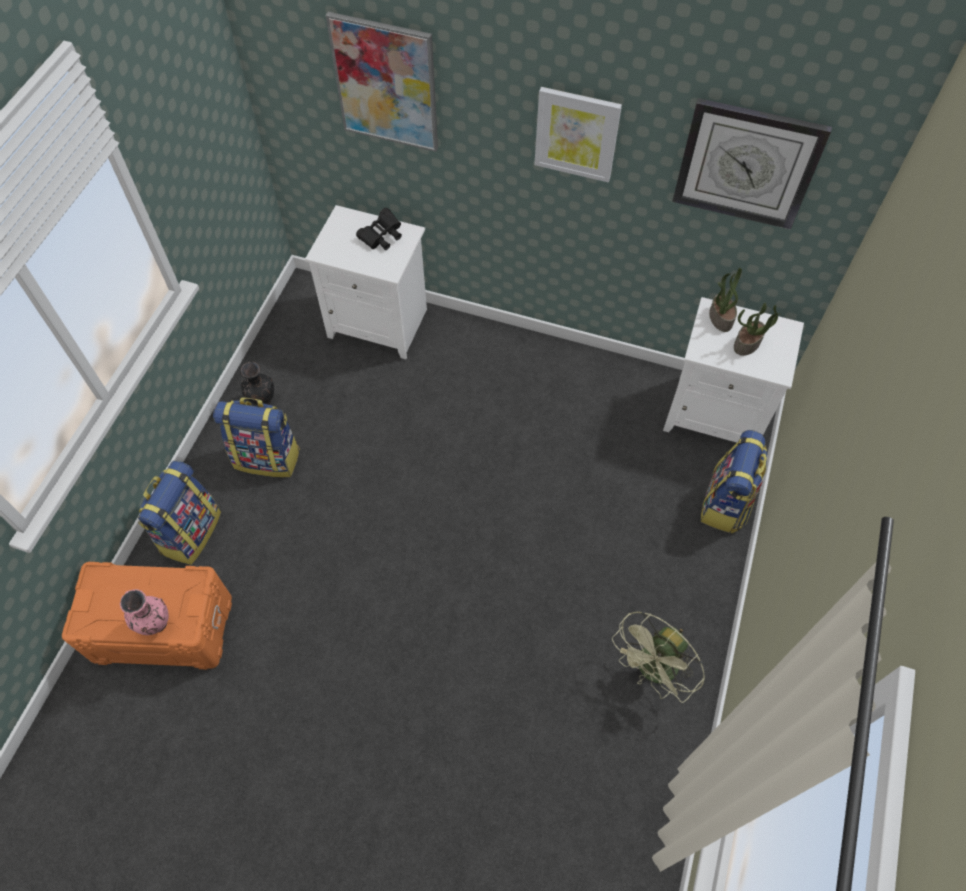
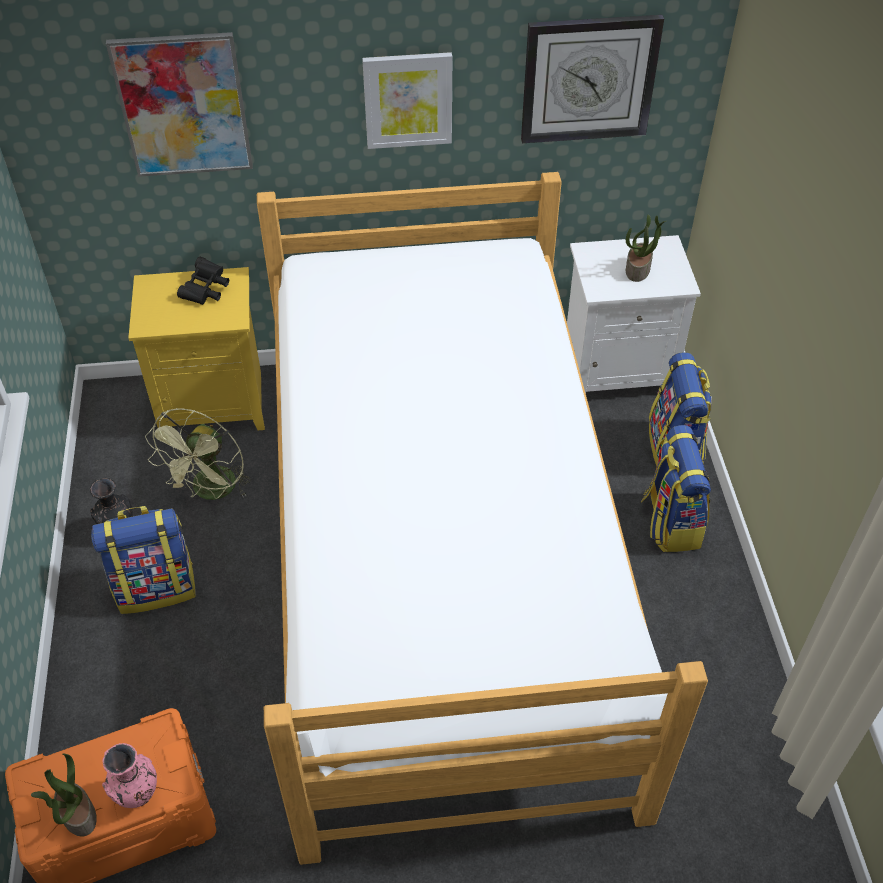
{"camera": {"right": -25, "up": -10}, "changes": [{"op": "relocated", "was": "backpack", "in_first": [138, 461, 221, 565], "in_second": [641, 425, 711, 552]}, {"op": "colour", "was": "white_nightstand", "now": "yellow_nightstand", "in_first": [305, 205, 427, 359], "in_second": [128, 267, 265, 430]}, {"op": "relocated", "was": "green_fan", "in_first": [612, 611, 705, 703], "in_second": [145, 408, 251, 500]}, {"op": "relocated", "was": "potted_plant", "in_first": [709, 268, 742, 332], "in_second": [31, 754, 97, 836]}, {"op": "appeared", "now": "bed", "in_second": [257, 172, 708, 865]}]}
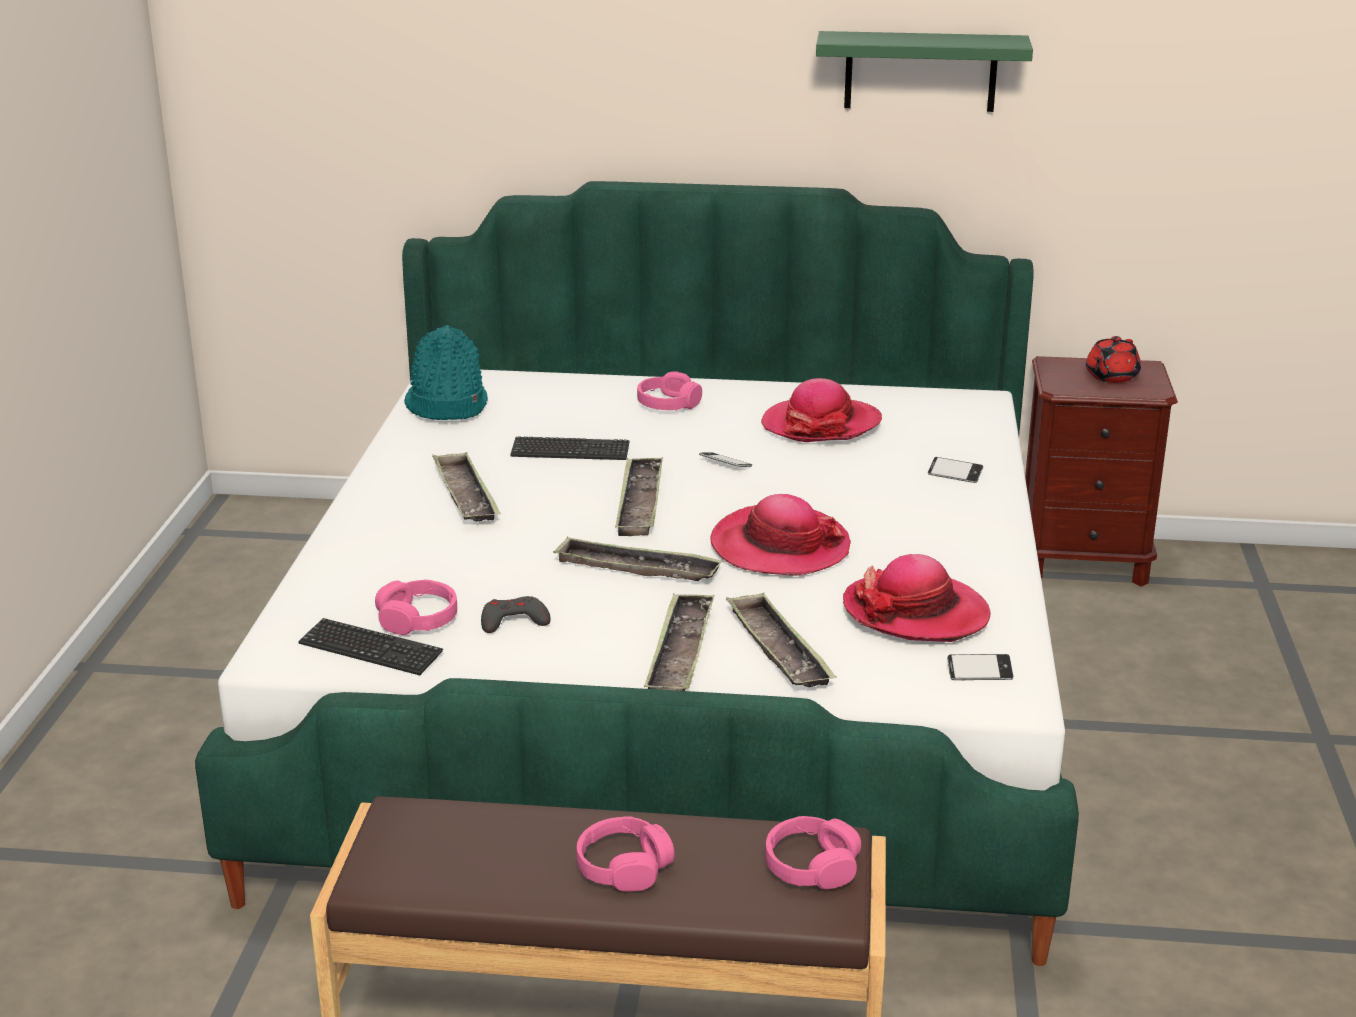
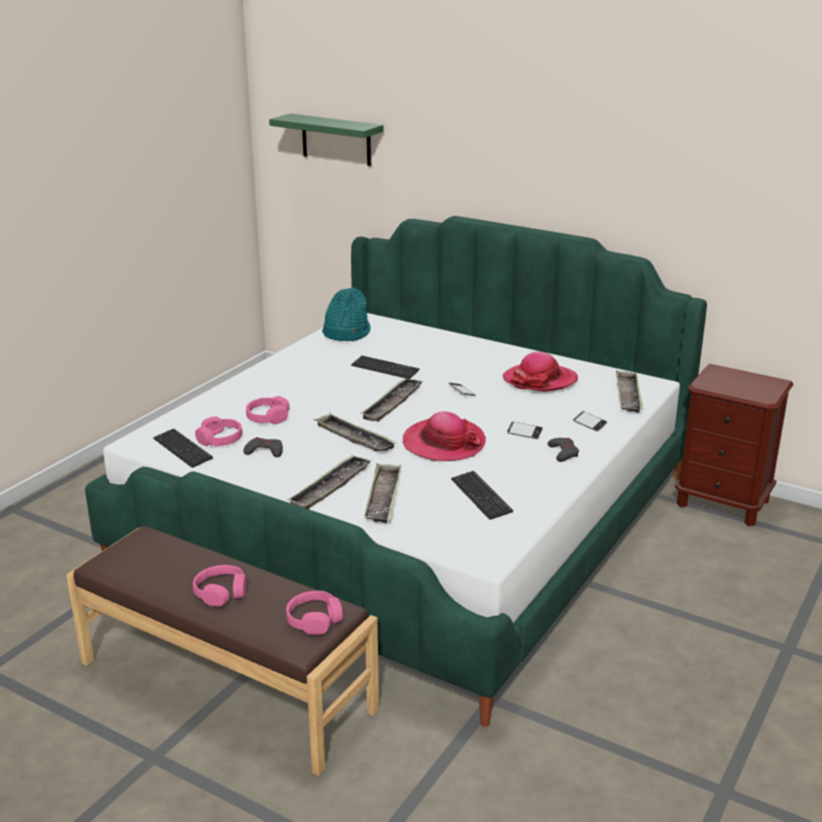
{"camera": {"right": 25, "up": 0}, "changes": [{"op": "relocated", "was": "tray", "in_first": [432, 452, 501, 522], "in_second": [616, 371, 643, 413]}, {"op": "relocated", "was": "pink_headphones", "in_first": [637, 372, 702, 411], "in_second": [246, 396, 290, 424]}, {"op": "relocated", "was": "green_shelf", "in_first": [816, 31, 1033, 112], "in_second": [269, 113, 384, 166]}, {"op": "exchanged", "was": "hat", "now": "keyboard", "in_first": [843, 554, 991, 642], "in_second": [451, 471, 513, 520]}, {"op": "relocated", "was": "phone", "in_first": [947, 654, 1014, 680], "in_second": [507, 422, 543, 439]}, {"op": "missing", "was": "red_teapot", "in_first": [1086, 336, 1141, 383]}, {"op": "appeared", "now": "grey_game_controller", "in_second": [548, 438, 579, 462]}]}
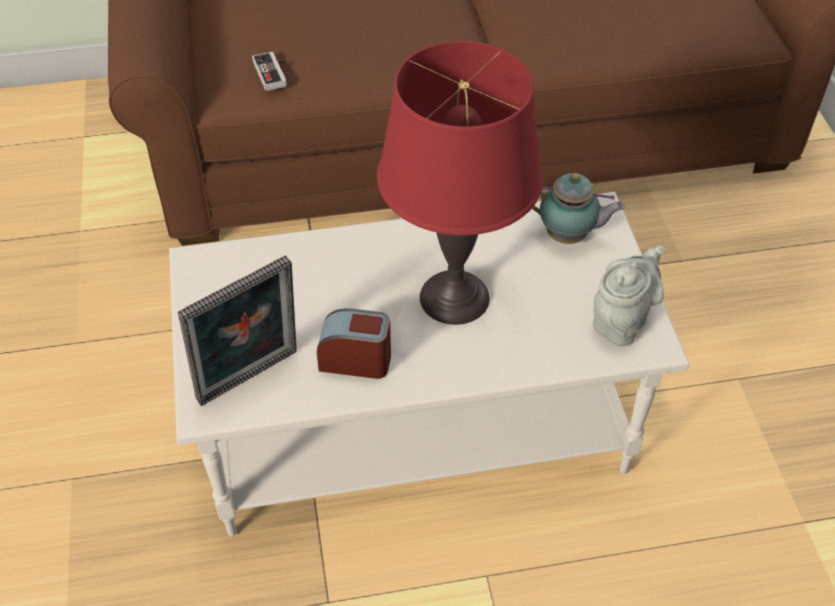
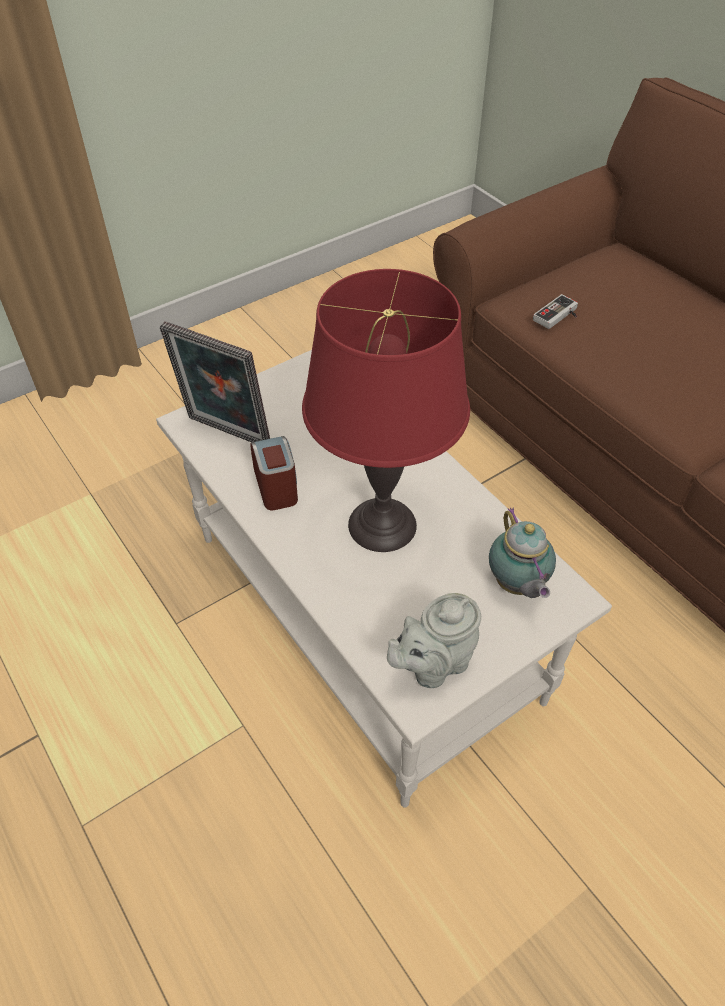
{"camera": {"right": 65, "up": 0}, "changes": [{"op": "spun", "was": "grey_teapot", "in_first": [593, 246, 665, 347], "in_second": [387, 593, 481, 688], "clockwise": 135}]}
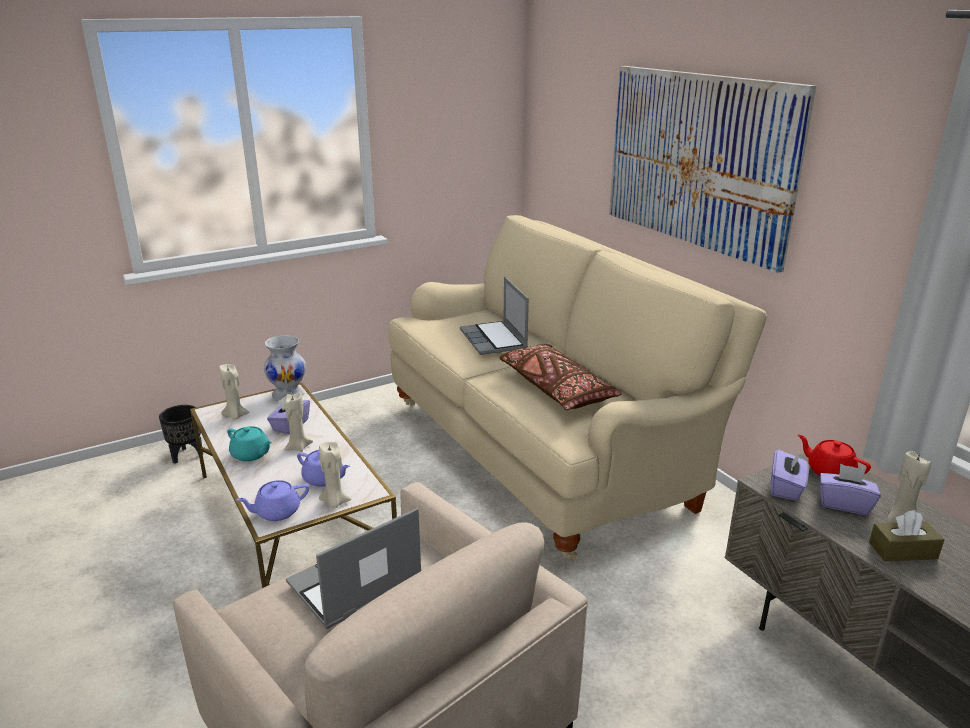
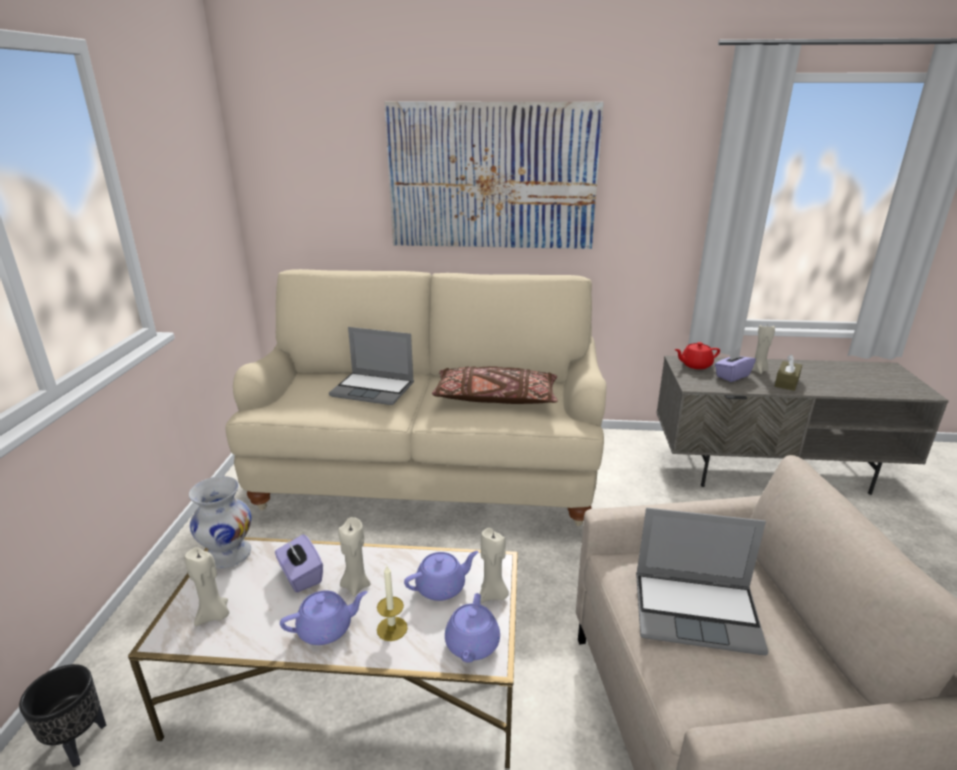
{"camera": {"right": -55, "up": 0}, "changes": [{"op": "colour", "was": "turquoise_teapot", "now": "purple_teapot", "in_first": [227, 426, 272, 461], "in_second": [280, 590, 367, 645]}, {"op": "spun", "was": "laptop", "in_first": [286, 508, 421, 629], "in_second": [636, 508, 768, 655], "clockwise": -75}, {"op": "missing", "was": "purple_tissue_box", "in_first": [771, 449, 809, 501]}, {"op": "appeared", "now": "candle", "in_second": [377, 566, 408, 641]}]}
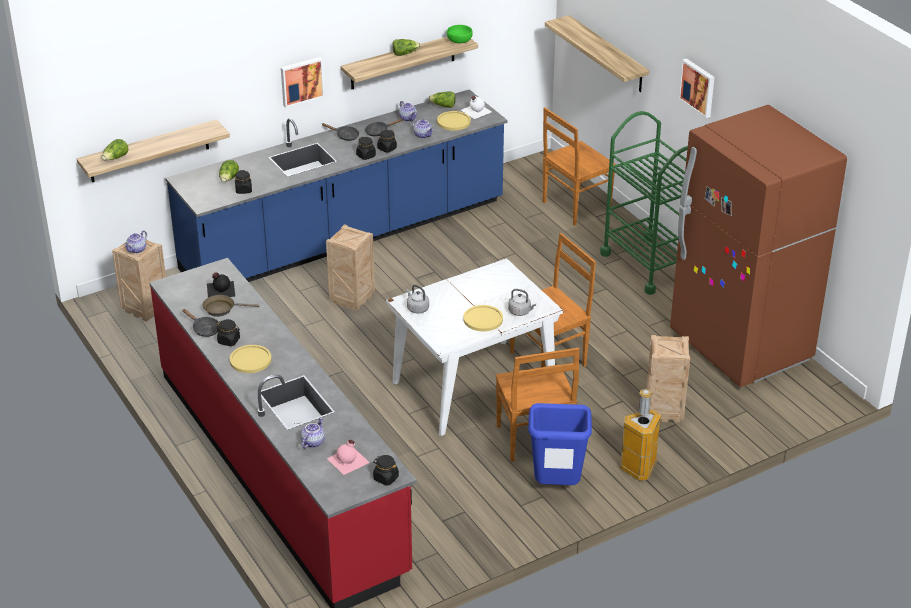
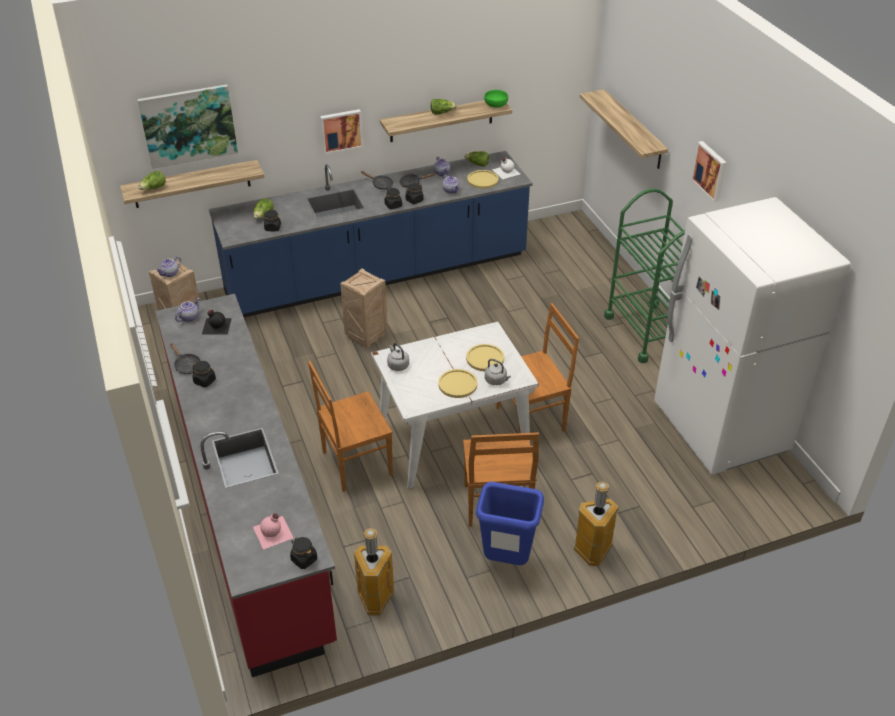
{"camera": {"right": 10, "up": 5}, "changes": [{"op": "missing", "was": "brown_frying_pan", "in_first": [202, 295, 259, 317]}, {"op": "relocated", "was": "yellow_plate", "in_first": [230, 345, 272, 373], "in_second": [466, 344, 504, 371]}, {"op": "relocated", "was": "teapot", "in_first": [301, 418, 325, 448], "in_second": [175, 298, 200, 322]}, {"op": "relocated", "was": "brown_chair", "in_first": [543, 107, 616, 226], "in_second": [308, 361, 393, 492]}, {"op": "missing", "was": "crate", "in_first": [646, 335, 690, 422]}, {"op": "colour", "was": "brown_fridge", "now": "white_fridge", "in_first": [670, 105, 847, 387], "in_second": [654, 197, 851, 475]}, {"op": "appeared", "now": "picture", "in_second": [137, 84, 238, 169]}, {"op": "appeared", "now": "trash_can", "in_second": [354, 528, 394, 615]}]}
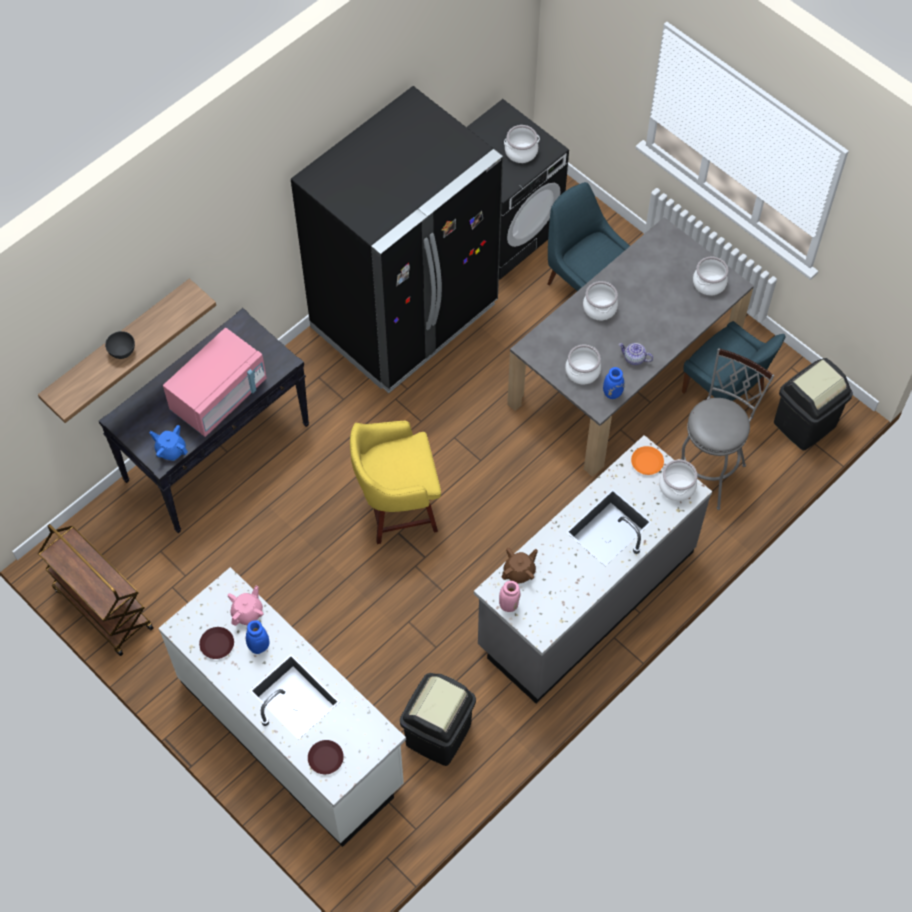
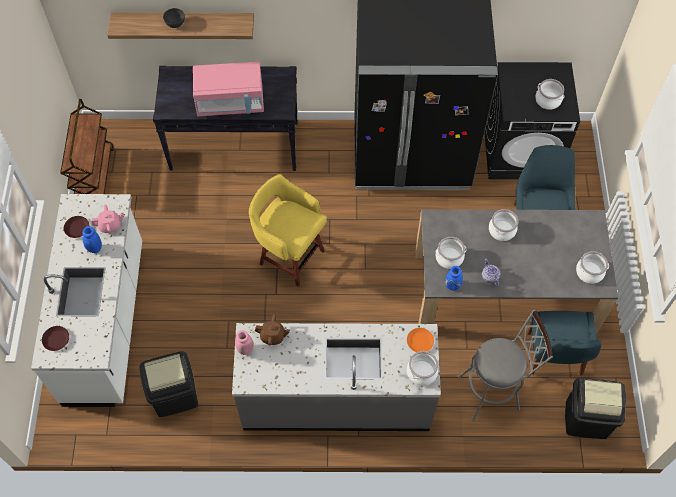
{"camera": {"right": 45, "up": 0}, "changes": [{"op": "missing", "was": "blue_teapot", "in_first": [149, 425, 188, 461]}]}
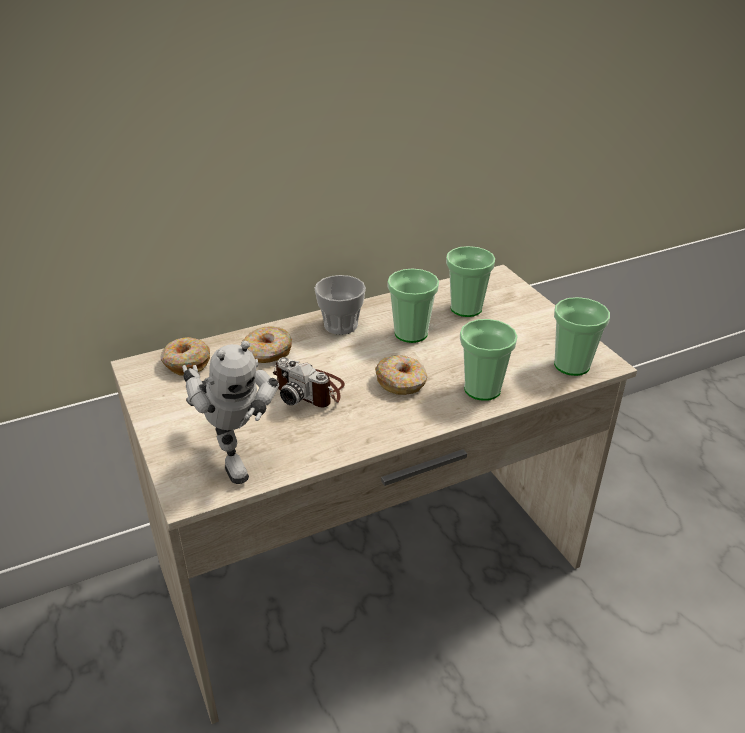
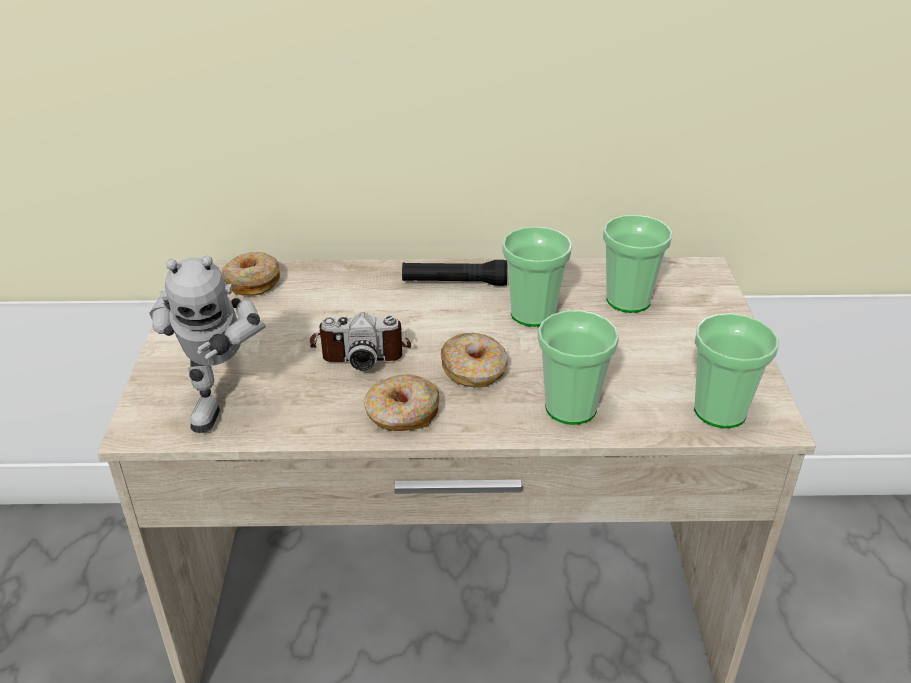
{"camera": {"right": 25, "up": 0}, "changes": [{"op": "relocated", "was": "donut", "in_first": [243, 326, 292, 363], "in_second": [363, 374, 439, 431]}, {"op": "spun", "was": "photo_camera", "in_first": [273, 357, 345, 408], "in_second": [310, 312, 411, 370], "clockwise": -60}, {"op": "exchanged", "was": "cup", "now": "black_flashlight", "in_first": [314, 275, 366, 335], "in_second": [402, 260, 507, 286]}]}
